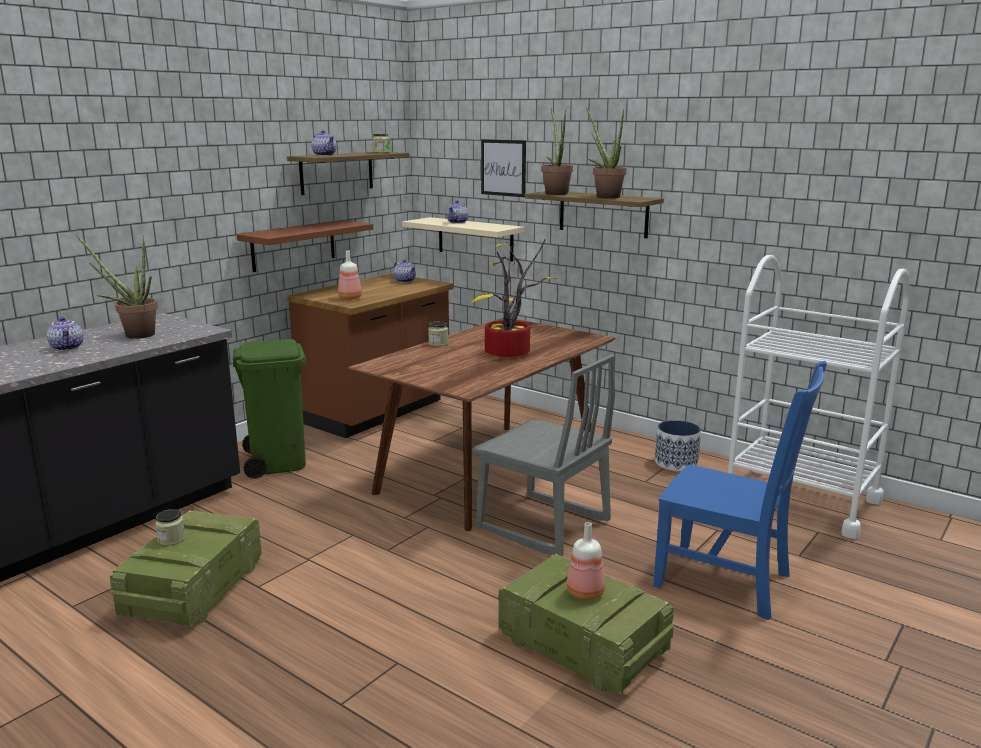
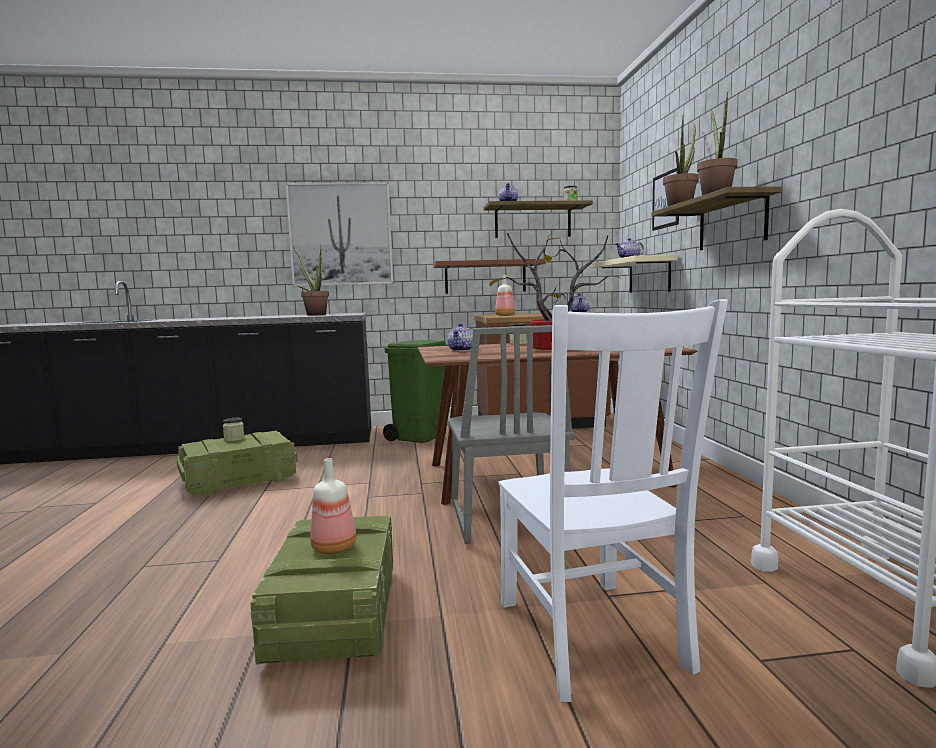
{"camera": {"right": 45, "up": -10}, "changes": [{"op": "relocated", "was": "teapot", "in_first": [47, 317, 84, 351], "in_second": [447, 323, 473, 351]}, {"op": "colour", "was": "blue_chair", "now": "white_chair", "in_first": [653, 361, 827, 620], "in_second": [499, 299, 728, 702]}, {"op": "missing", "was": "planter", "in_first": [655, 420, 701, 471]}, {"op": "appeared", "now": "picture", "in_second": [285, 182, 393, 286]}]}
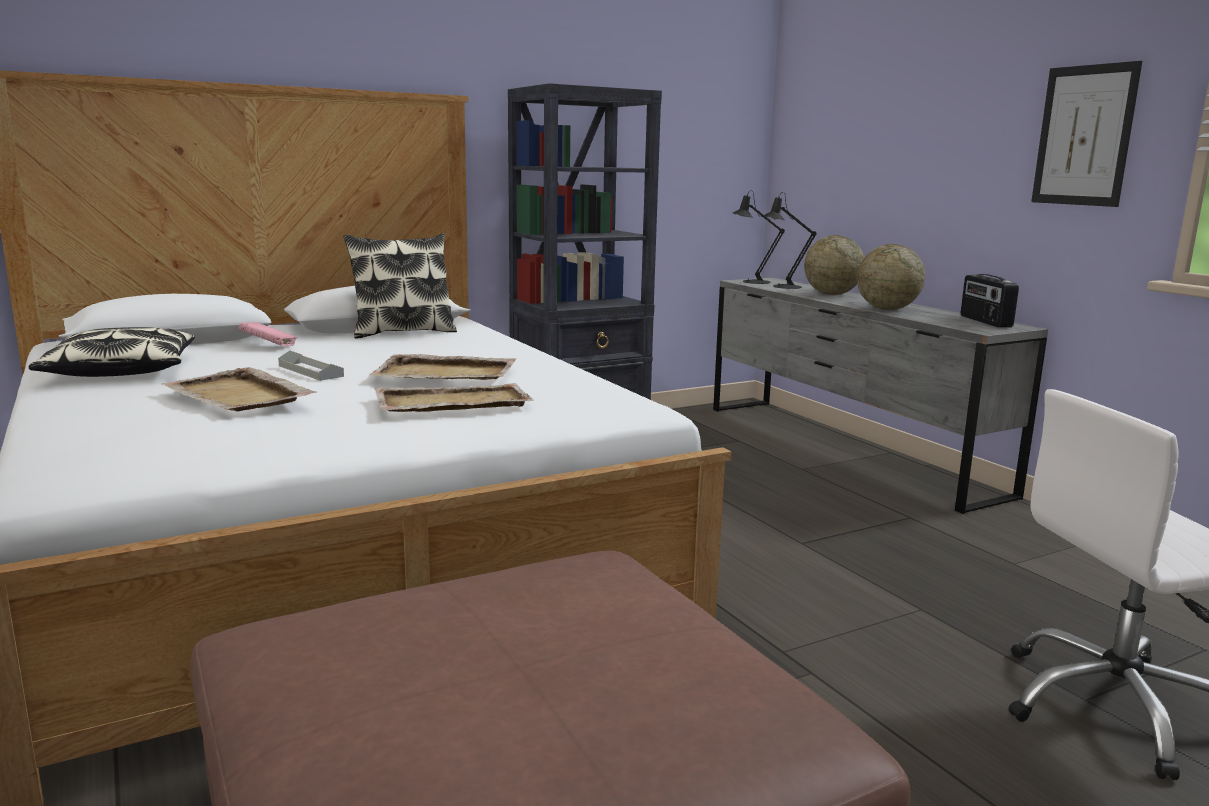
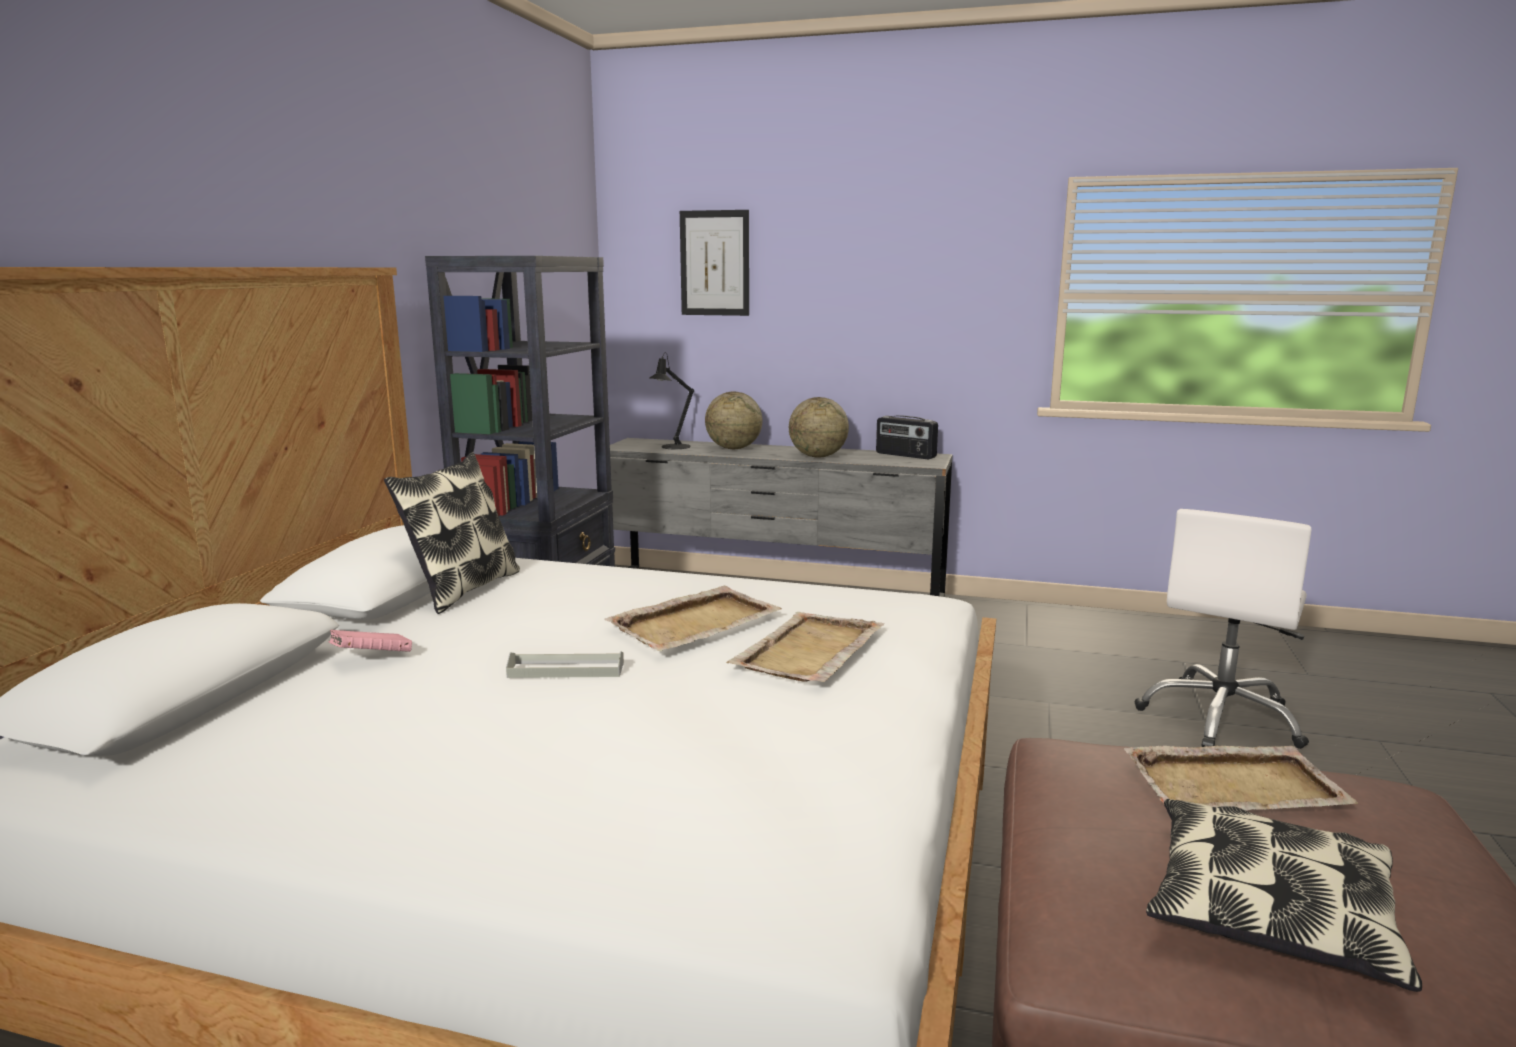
{"camera": {"right": -45, "up": 0}, "changes": [{"op": "relocated", "was": "pillow", "in_first": [29, 327, 195, 377], "in_second": [1146, 799, 1422, 992]}, {"op": "relocated", "was": "beige_tray", "in_first": [162, 367, 317, 411], "in_second": [1124, 746, 1359, 811]}, {"op": "missing", "was": "black_table_lamp", "in_first": [733, 190, 785, 284]}, {"op": "relocated", "was": "picture", "in_first": [1031, 61, 1142, 207], "in_second": [680, 210, 749, 316]}]}
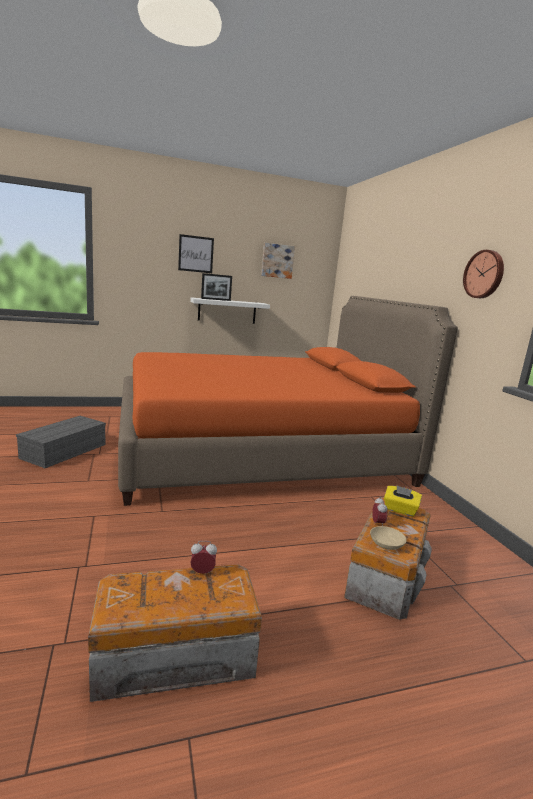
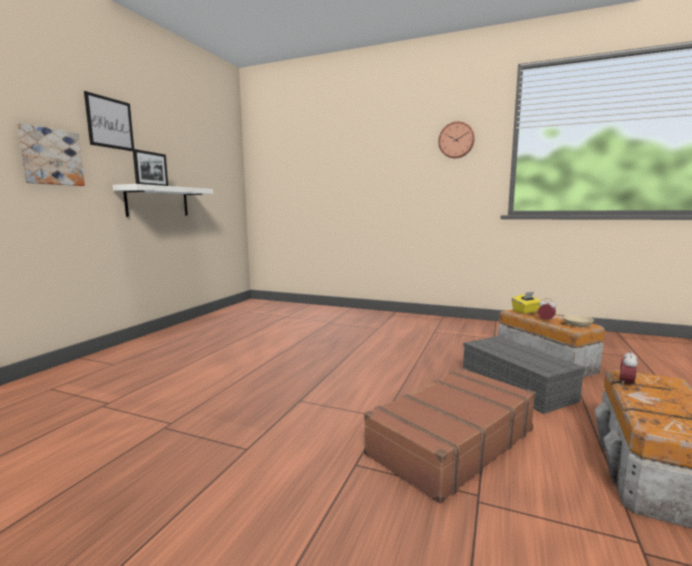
{"camera": {"right": -50, "up": -5}, "changes": [{"op": "relocated", "was": "grey_storage_box", "in_first": [16, 416, 106, 468], "in_second": [463, 336, 585, 414]}, {"op": "missing", "was": "orange_bed", "in_first": [118, 296, 458, 506]}, {"op": "relocated", "was": "picture", "in_first": [261, 243, 295, 279], "in_second": [17, 123, 85, 186]}, {"op": "appeared", "now": "brown_suitcase", "in_second": [364, 368, 536, 504]}]}
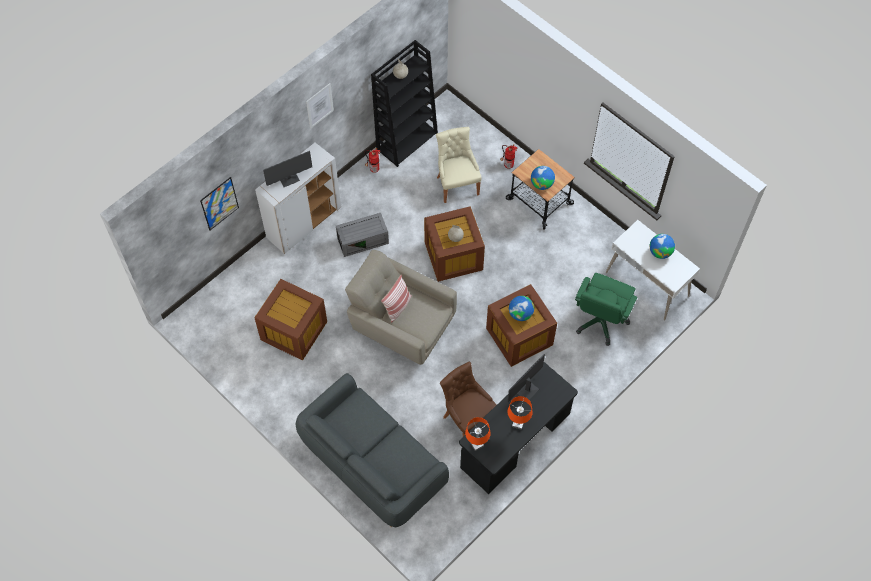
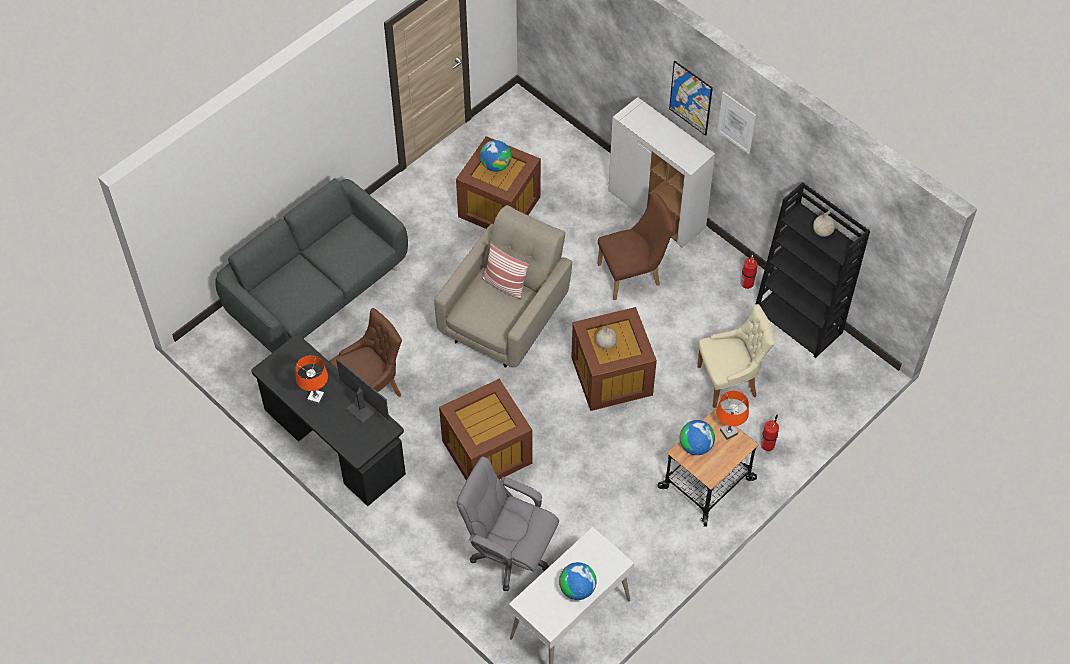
{"camera": {"right": 90, "up": -5}, "changes": [{"op": "relocated", "was": "picture", "in_first": [200, 177, 239, 230], "in_second": [669, 61, 713, 136]}, {"op": "missing", "was": "monitor", "in_first": [263, 151, 312, 187]}, {"op": "exchanged", "was": "grey_storage_box", "now": "brown_chair", "in_first": [336, 213, 389, 257], "in_second": [598, 193, 674, 300]}, {"op": "relocated", "was": "orange_table_lamp", "in_first": [465, 417, 491, 451], "in_second": [716, 390, 749, 440]}, {"op": "relocated", "was": "globe", "in_first": [509, 296, 534, 321], "in_second": [480, 140, 512, 172]}, {"op": "colour", "was": "green_office_chair", "now": "grey_office_chair", "in_first": [575, 273, 637, 346], "in_second": [456, 456, 559, 591]}]}
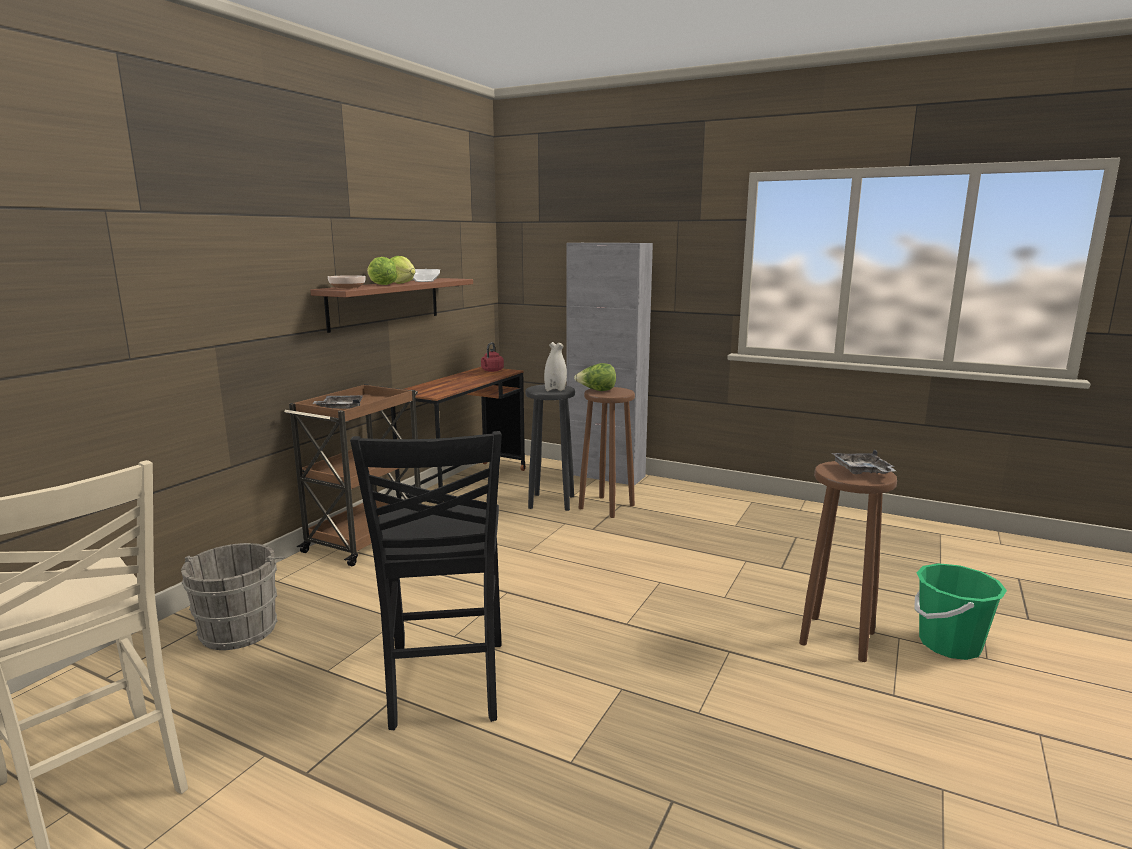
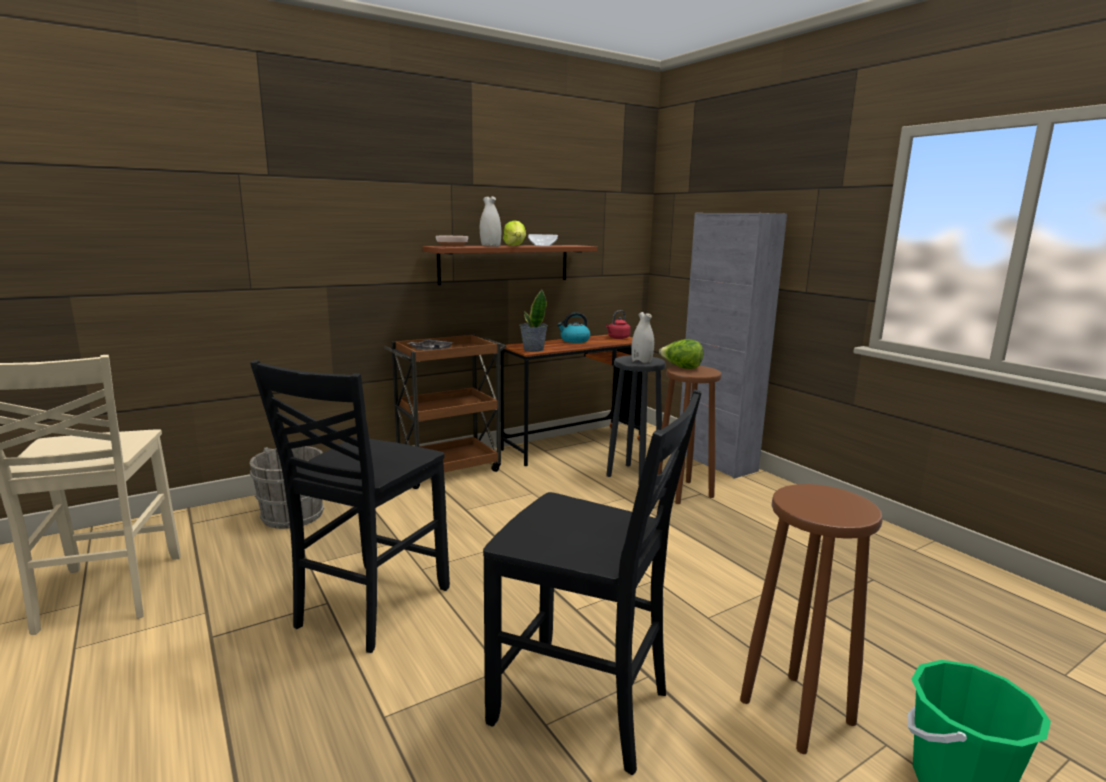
{"camera": {"right": 30, "up": 0}, "changes": [{"op": "exchanged", "was": "lettuce", "now": "white_vase", "in_first": [367, 257, 397, 285], "in_second": [480, 196, 501, 247]}, {"op": "missing", "was": "grey_tray", "in_first": [831, 450, 896, 474]}, {"op": "appeared", "now": "black_chair", "in_second": [483, 390, 702, 775]}, {"op": "appeared", "now": "potted_plant", "in_second": [520, 290, 548, 352]}, {"op": "appeared", "now": "kettle", "in_second": [557, 312, 590, 343]}]}
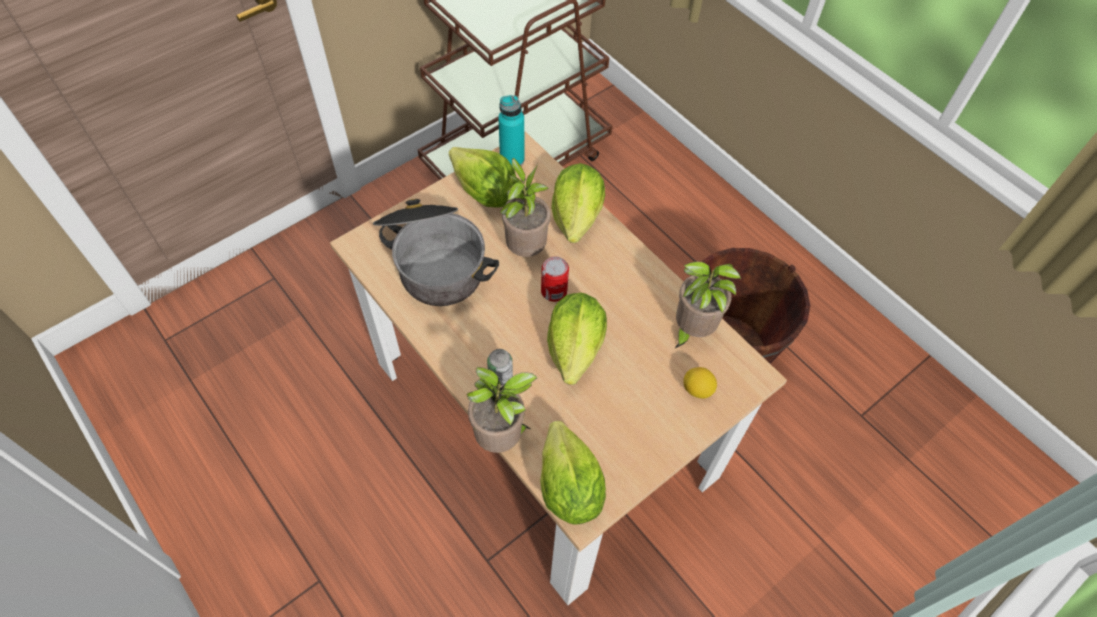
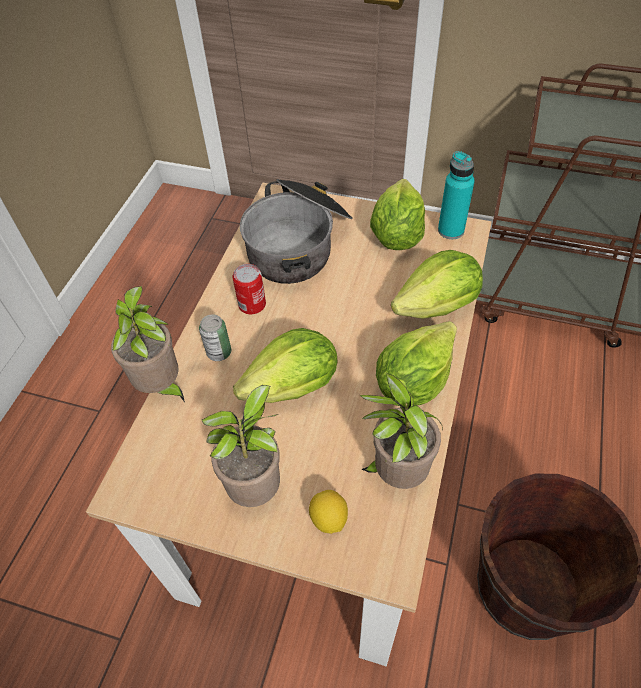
{"camera": {"right": 60, "up": -5}, "changes": [{"op": "relocated", "was": "potted_plant", "in_first": [500, 158, 551, 257], "in_second": [202, 385, 280, 507]}, {"op": "relocated", "was": "lettuce", "in_first": [540, 421, 606, 524], "in_second": [376, 321, 457, 406]}, {"op": "relocated", "was": "can", "in_first": [541, 256, 569, 302], "in_second": [232, 264, 266, 314]}]}
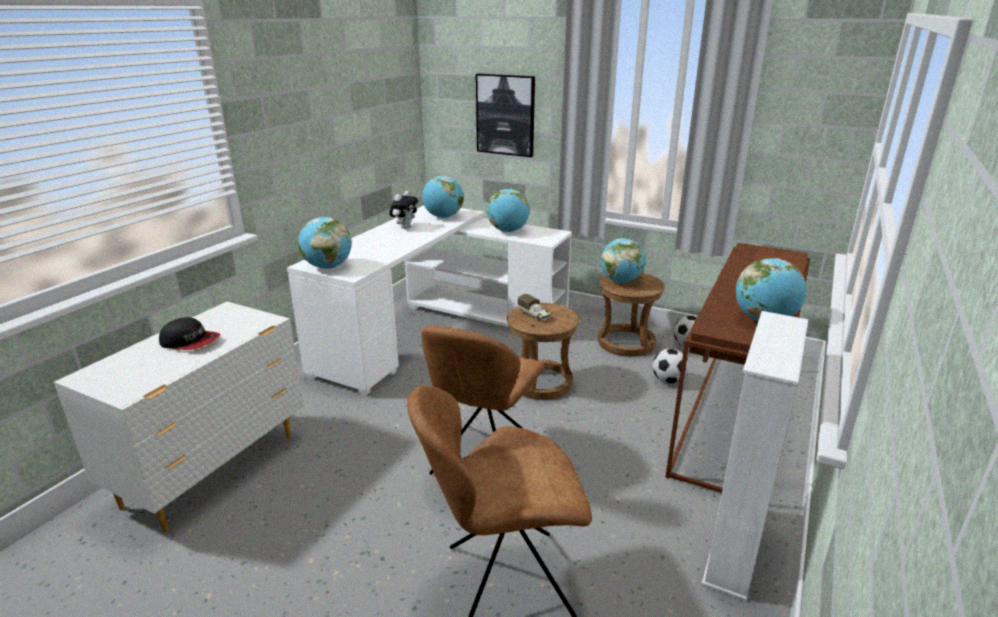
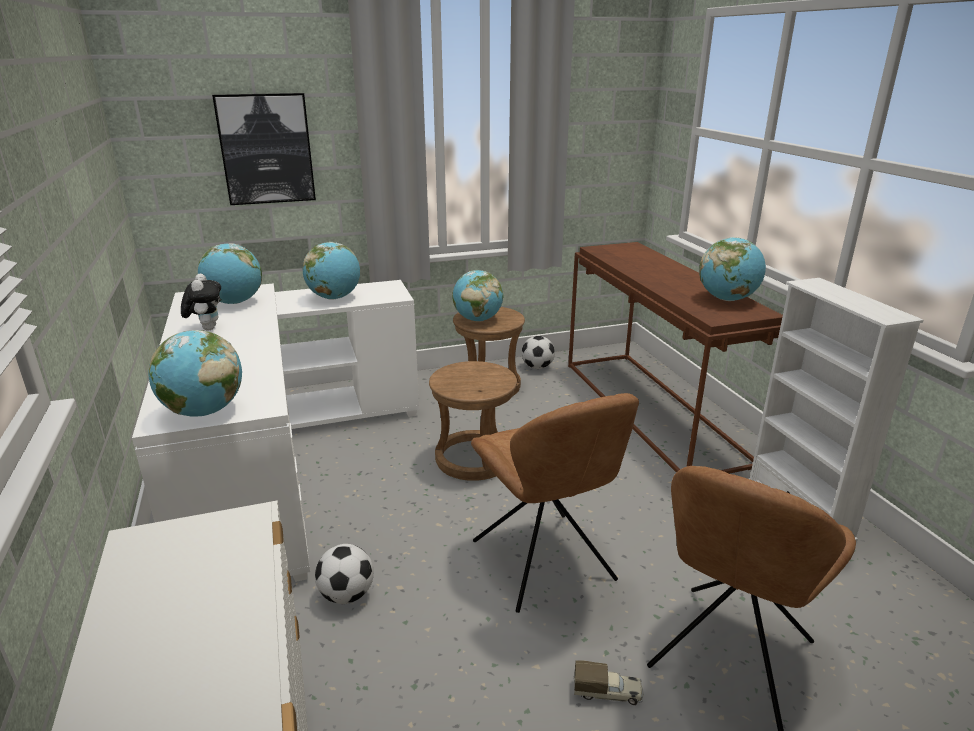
{"camera": {"right": -45, "up": 0}, "changes": [{"op": "missing", "was": "cap", "in_first": [159, 317, 220, 350]}, {"op": "relocated", "was": "toy_truck", "in_first": [518, 294, 551, 322], "in_second": [574, 660, 644, 705]}, {"op": "relocated", "was": "football", "in_first": [652, 349, 689, 384], "in_second": [315, 544, 374, 604]}]}
